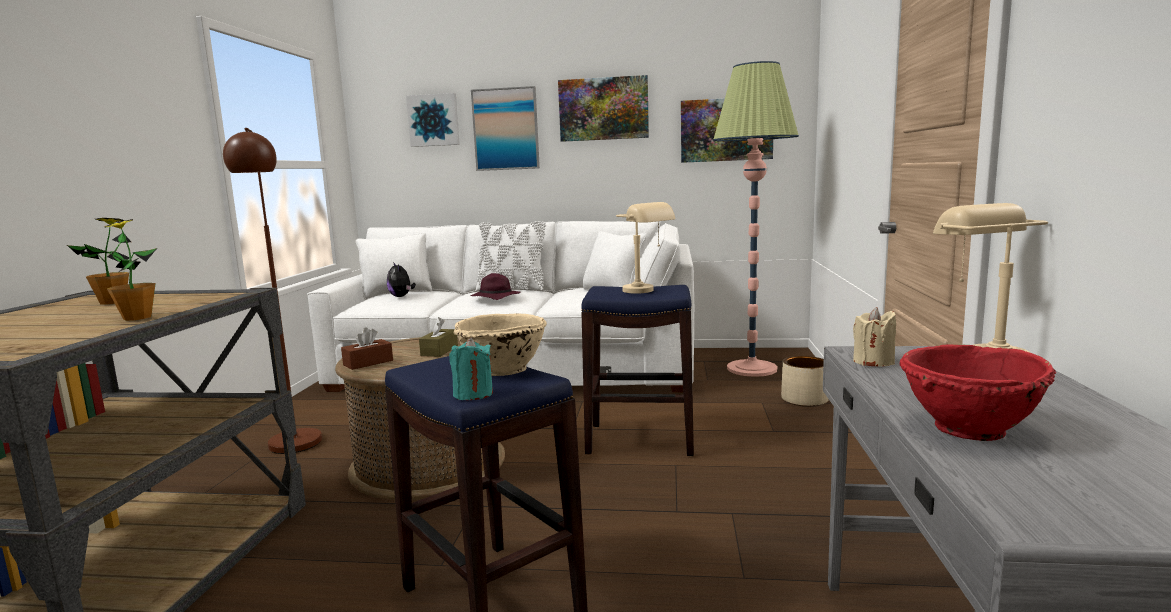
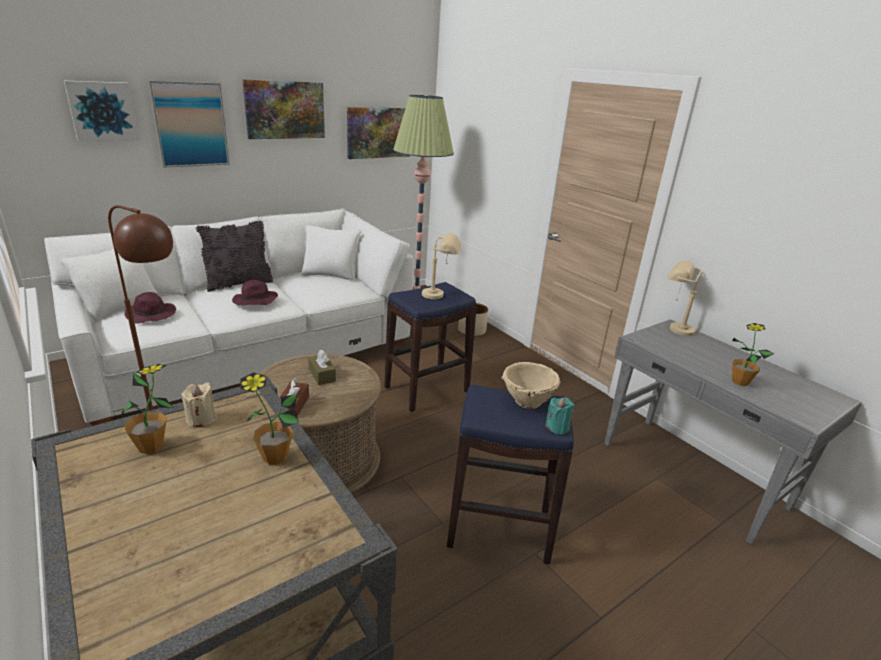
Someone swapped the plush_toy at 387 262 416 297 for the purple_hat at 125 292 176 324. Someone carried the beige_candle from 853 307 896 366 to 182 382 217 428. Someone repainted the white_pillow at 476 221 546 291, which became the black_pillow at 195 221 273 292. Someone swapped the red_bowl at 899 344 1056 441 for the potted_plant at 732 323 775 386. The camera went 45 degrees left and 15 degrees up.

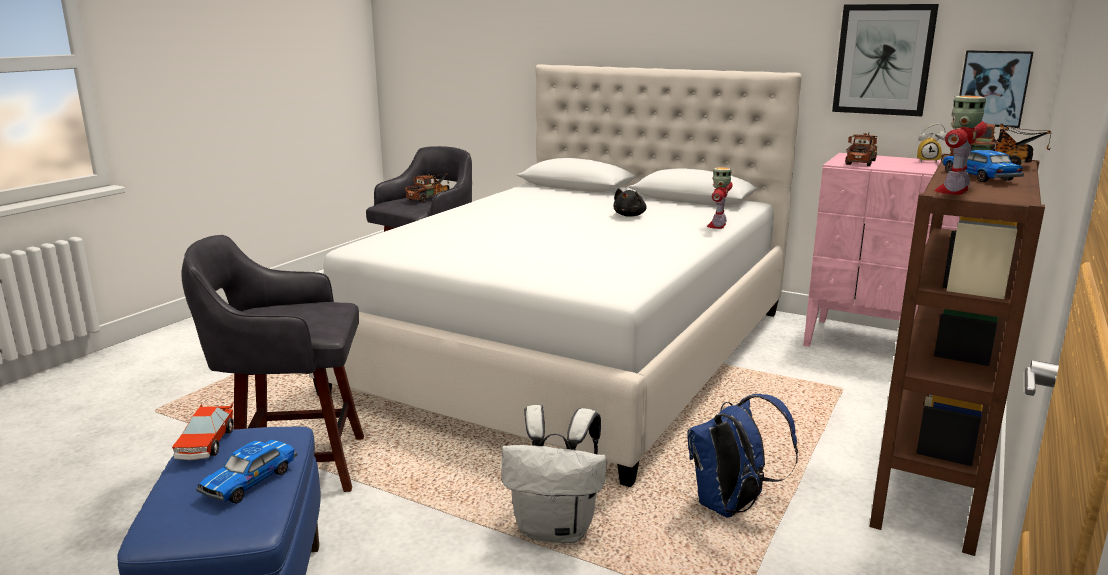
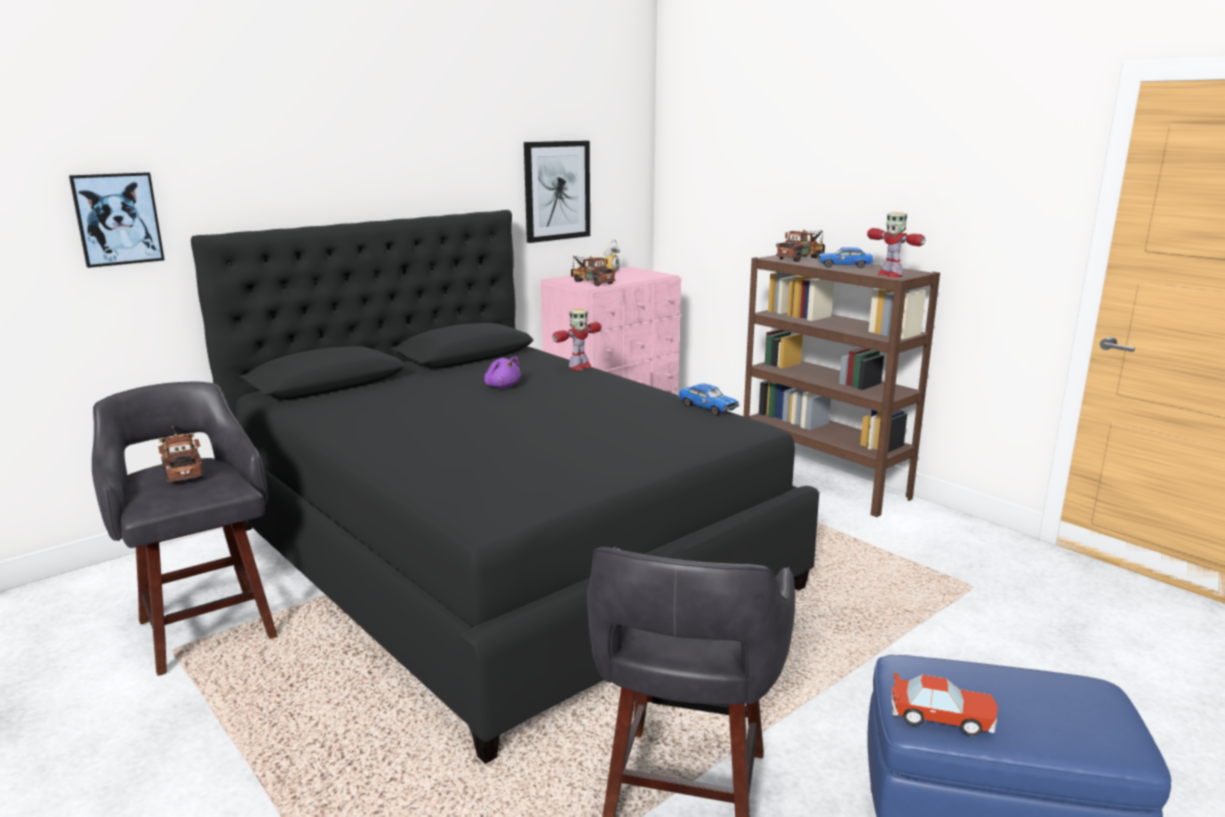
Someone carried the picture from 959 50 1034 128 to 69 172 164 268. Someone repainted the white_bed at 309 64 802 487, which became the black_bed at 191 210 819 764. Someone repainted the black_plush_toy at 613 189 647 217, which became the purple_plush_toy at 484 356 521 388. Someone rotated the toy_robot at 707 167 733 229 by 90 degrees counterclockwise. Someone carried the toy_car from 196 440 298 504 to 678 383 740 415. Someone took away the white_backpack at 501 405 607 543. Someone took away the blue_backpack at 688 394 798 518. The camera went 70 degrees left and 0 degrees up.

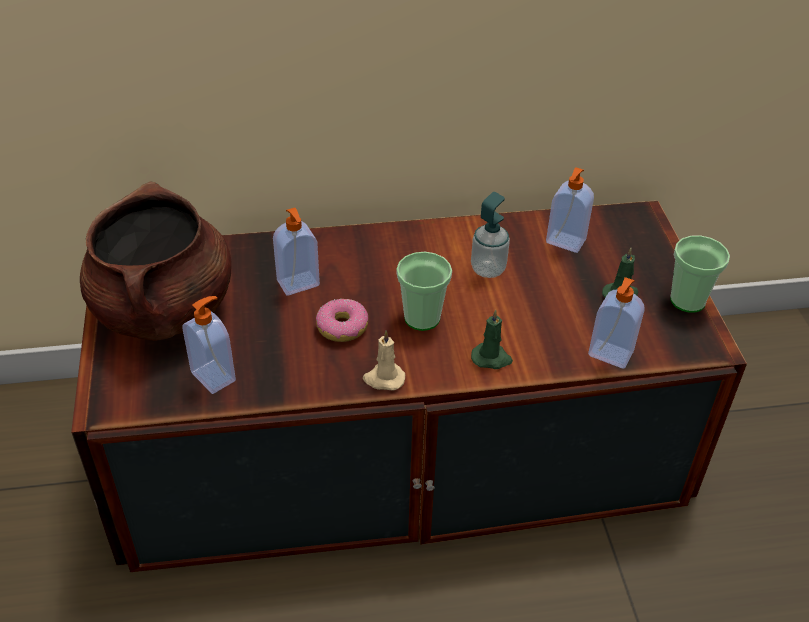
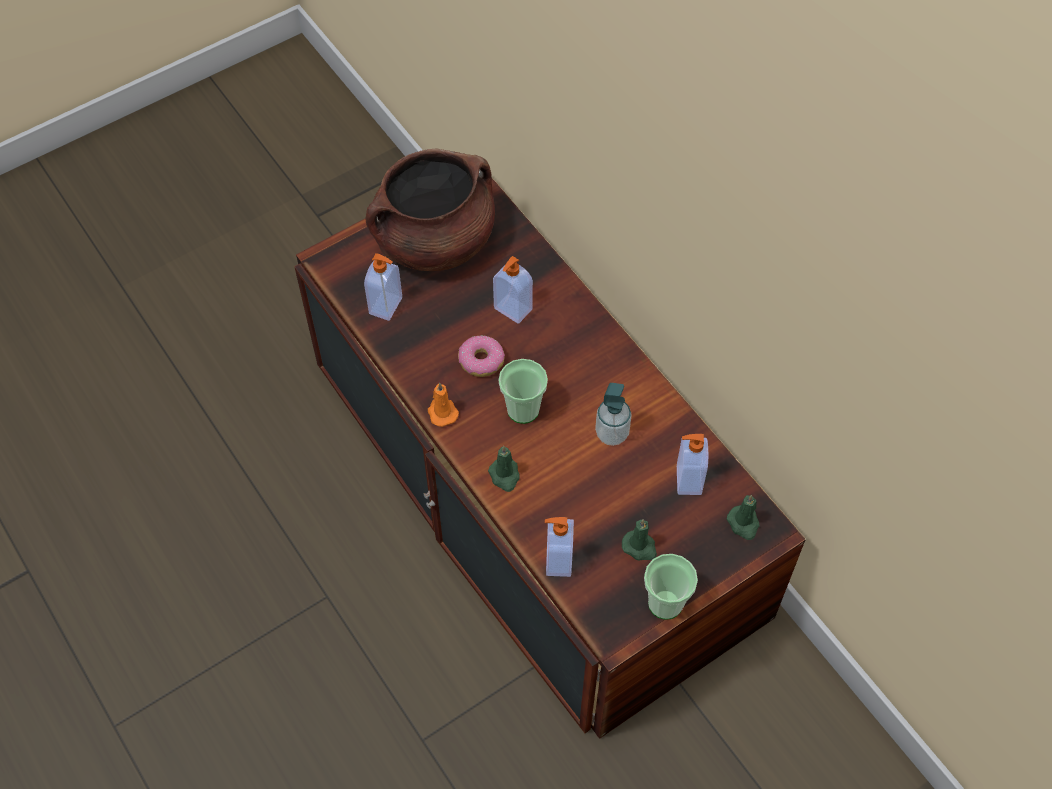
Someone repainted the beige_candle at 363 330 405 391, which became the orange_candle at 428 383 459 427. Someone put down the green_candle at 727 495 759 540. The camera went 65 degrees right and 15 degrees up.

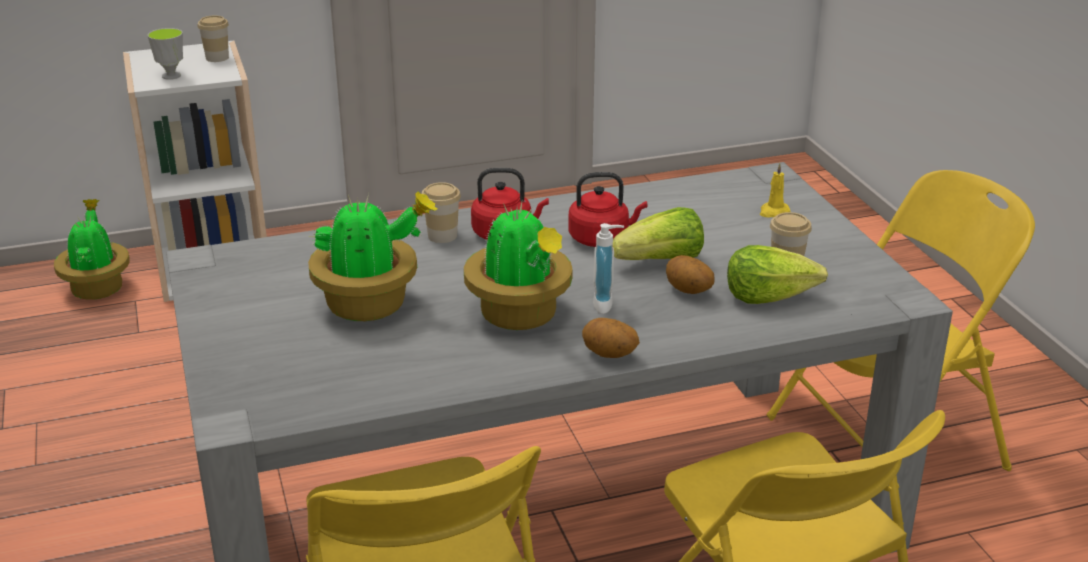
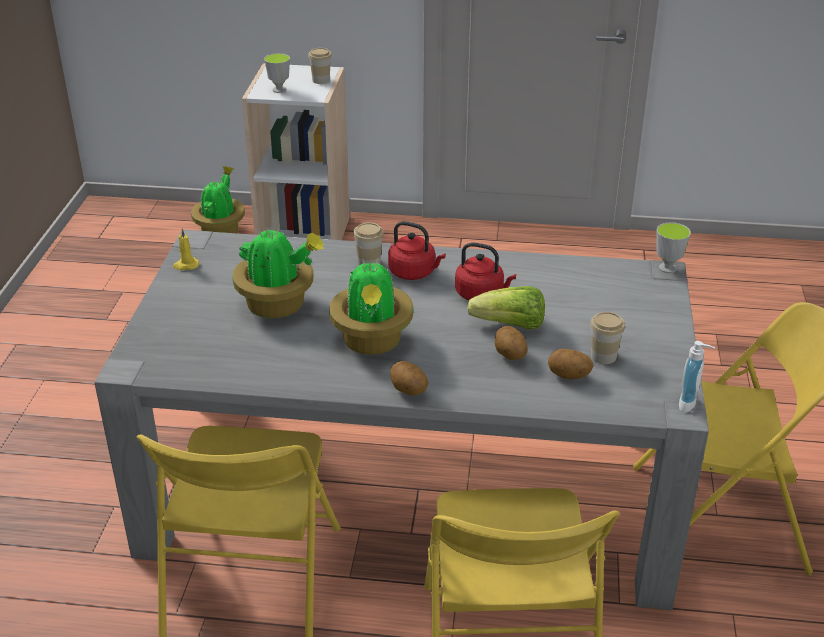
Someone carried the yellow_candle from 760 163 790 217 to 173 229 199 270. Someone swapped the lettuce at 727 245 828 304 for the potato at 548 349 593 379. Someone put down the cup at 656 222 691 273. Someone carried the soap_dispenser from 593 223 624 314 to 679 341 715 412. The camera went 25 degrees right and 5 degrees up.

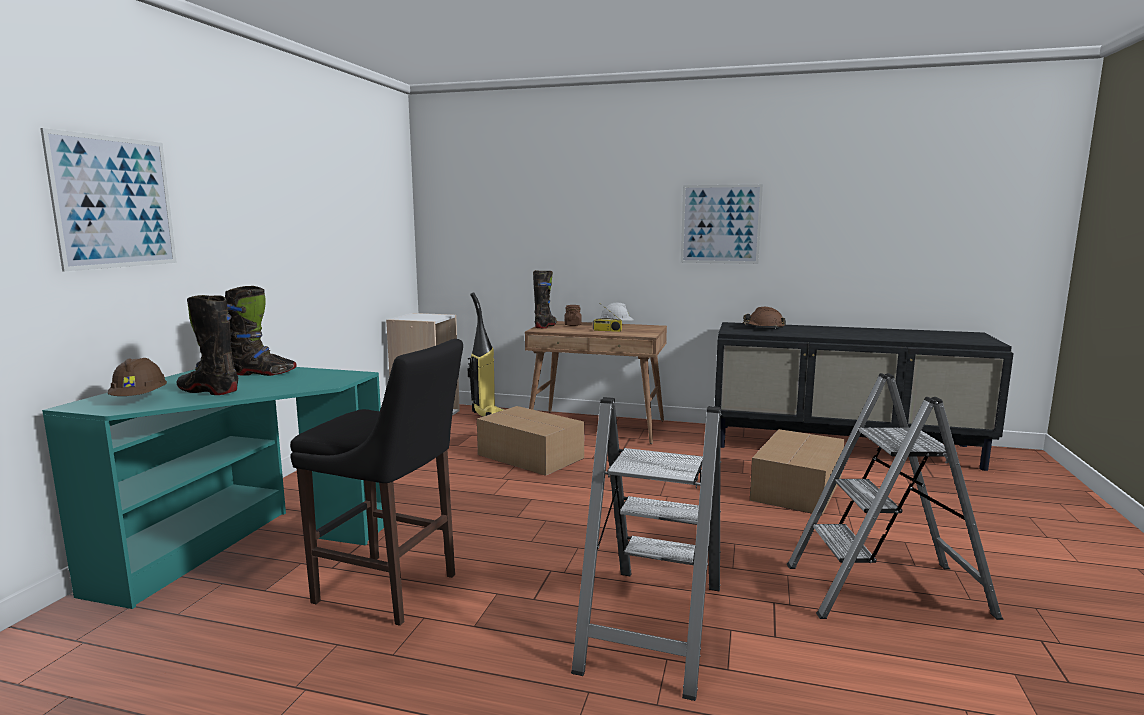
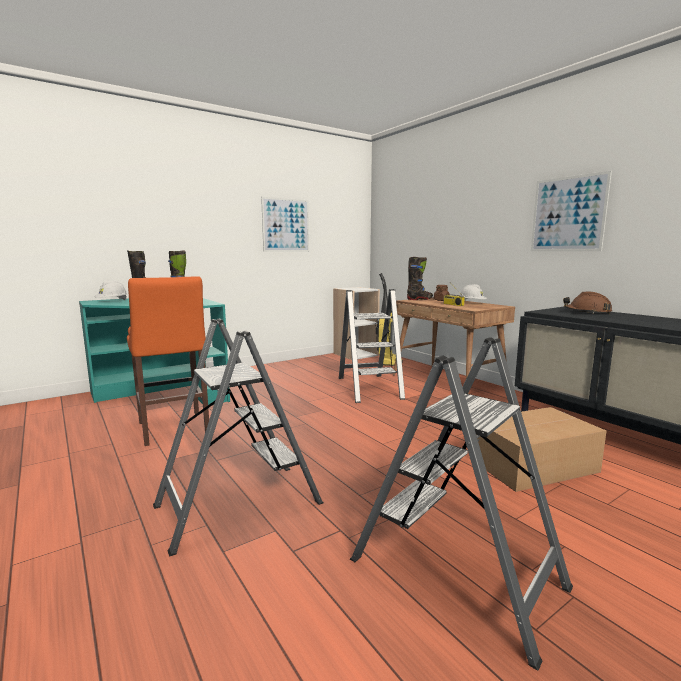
Someone repainted the brown_hard_hat at 108 358 167 396, which became the white_hard_hat at 94 281 127 300. Someone repainted the black_stool at 290 339 463 626, which became the orange_stool at 127 276 209 446. Someone carried the picture from 40 128 177 271 to 261 197 309 252. Someone swapped the cardboard_box at 477 406 584 476 for the grey_step_ladder at 339 289 405 403. The camera went 40 degrees right and 0 degrees up.

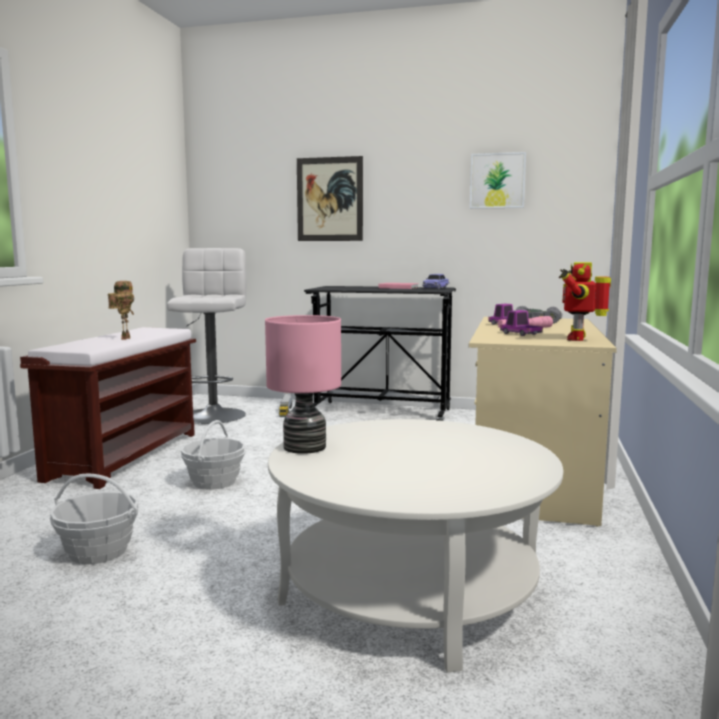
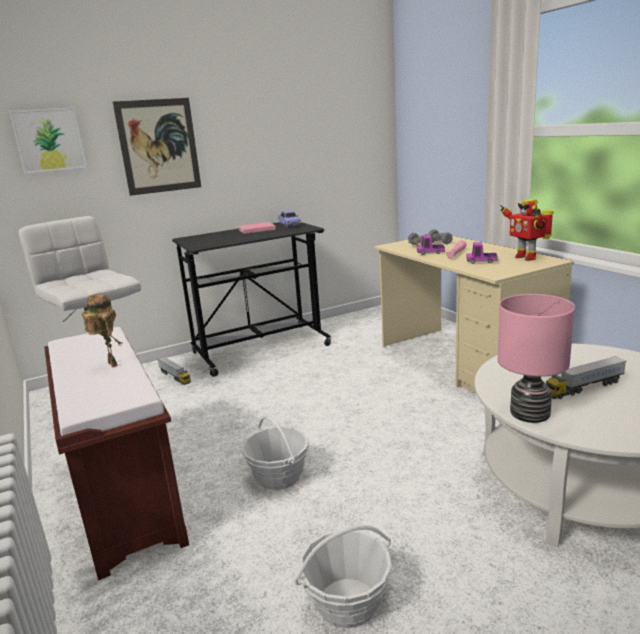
Someone carried the picture from 470 152 526 209 to 9 107 87 174. Someone put down the toy_truck at 546 356 626 399. The camera went 40 degrees left and 10 degrees up.

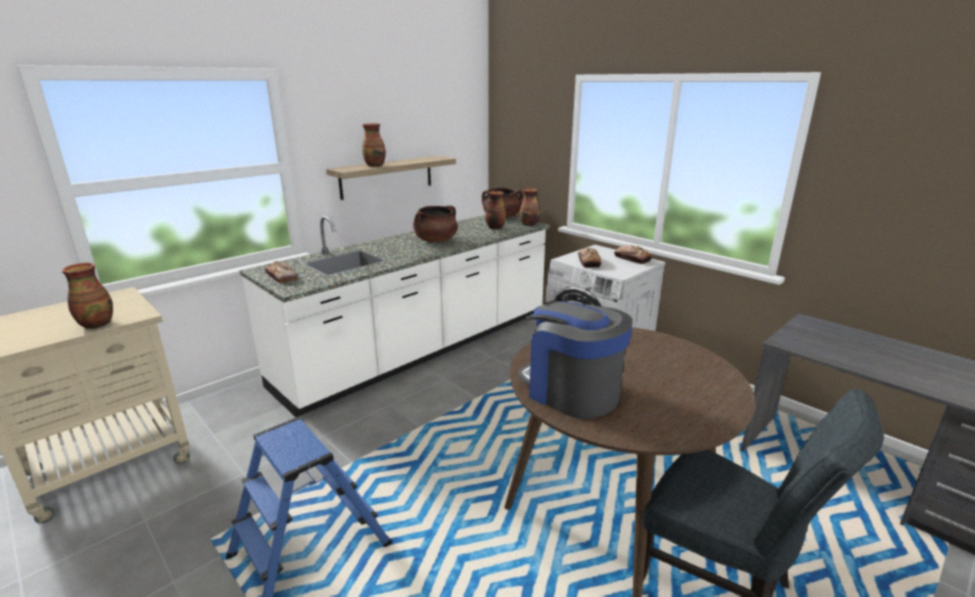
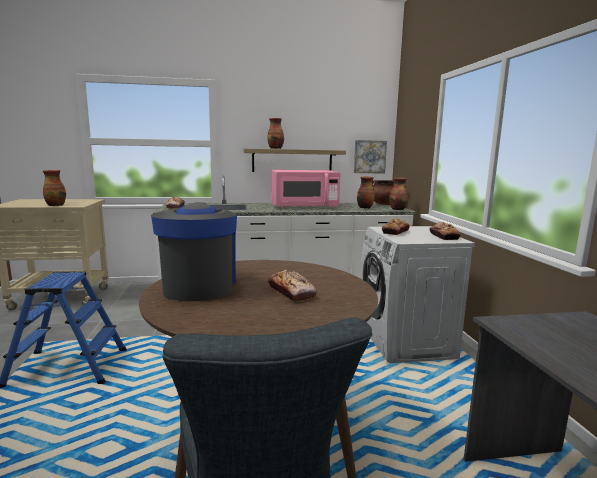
Someone put down the bread at 268 270 317 302. Someone swapped the brown_cooking_pot at 413 206 458 242 for the pink_microwave at 271 170 341 209. Someone put up the picture at 354 140 387 173. The camera went 35 degrees right and 10 degrees down.

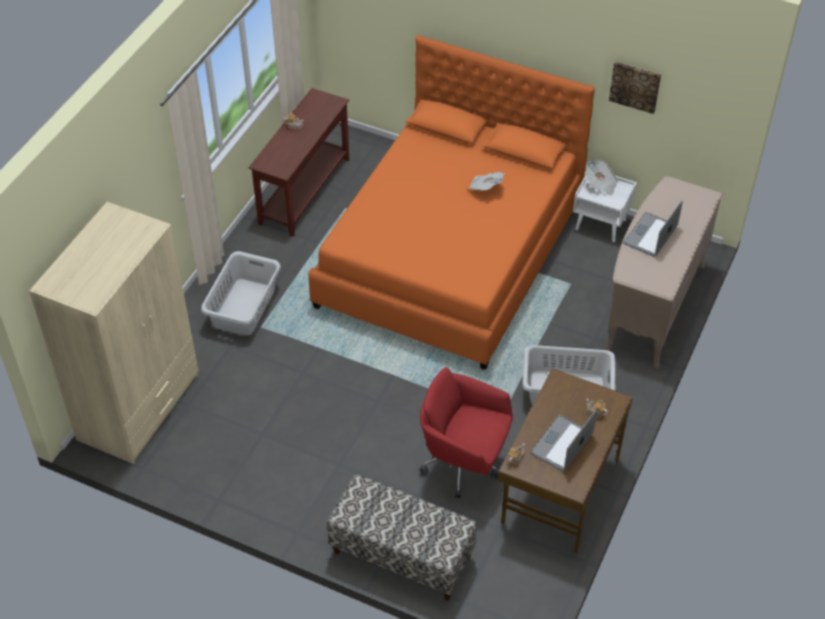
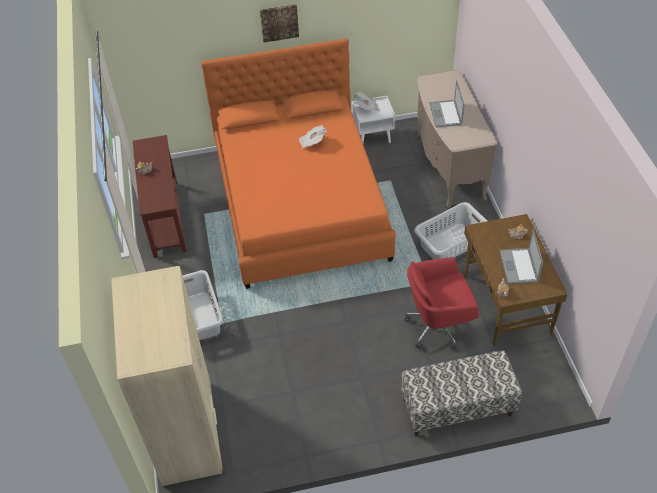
Someone carried the picture from 609 61 661 114 to 260 4 299 42. The camera went 35 degrees left and 0 degrees up.

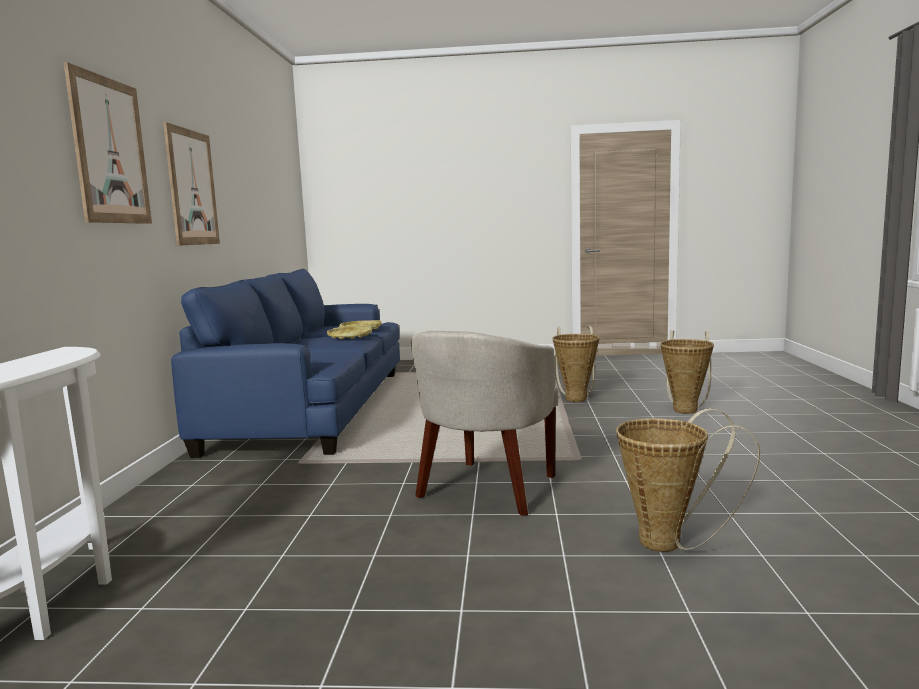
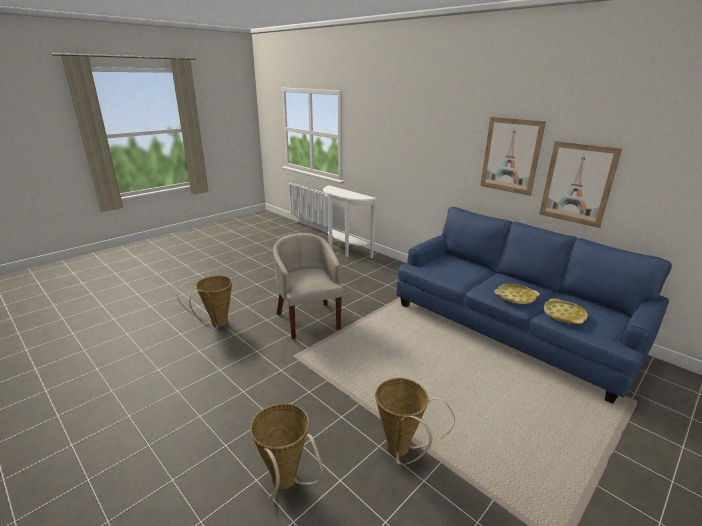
Someone carried the picture from 64 62 152 224 to 539 141 622 228. The camera went 130 degrees right and 15 degrees up.

